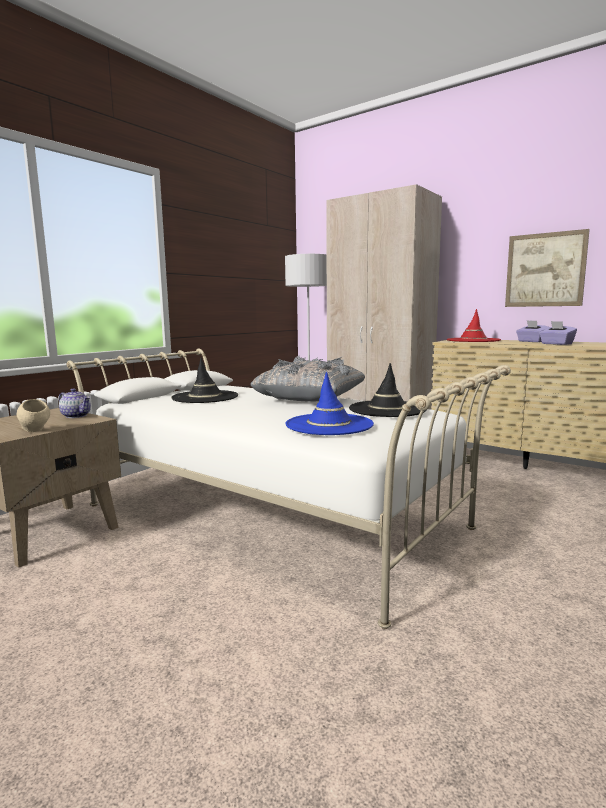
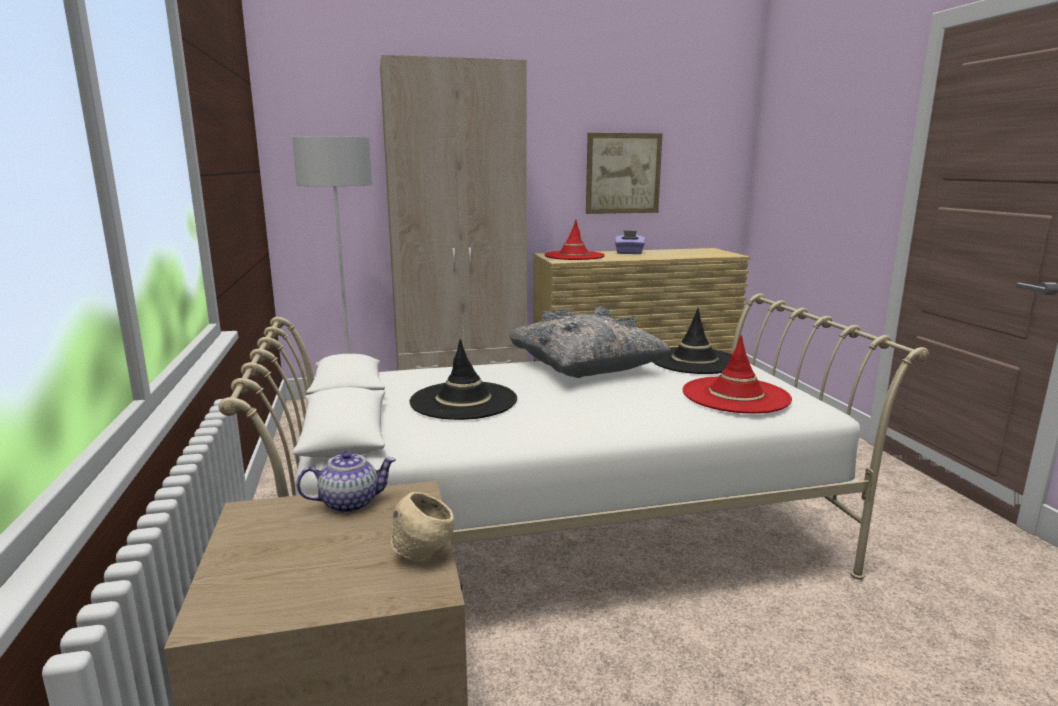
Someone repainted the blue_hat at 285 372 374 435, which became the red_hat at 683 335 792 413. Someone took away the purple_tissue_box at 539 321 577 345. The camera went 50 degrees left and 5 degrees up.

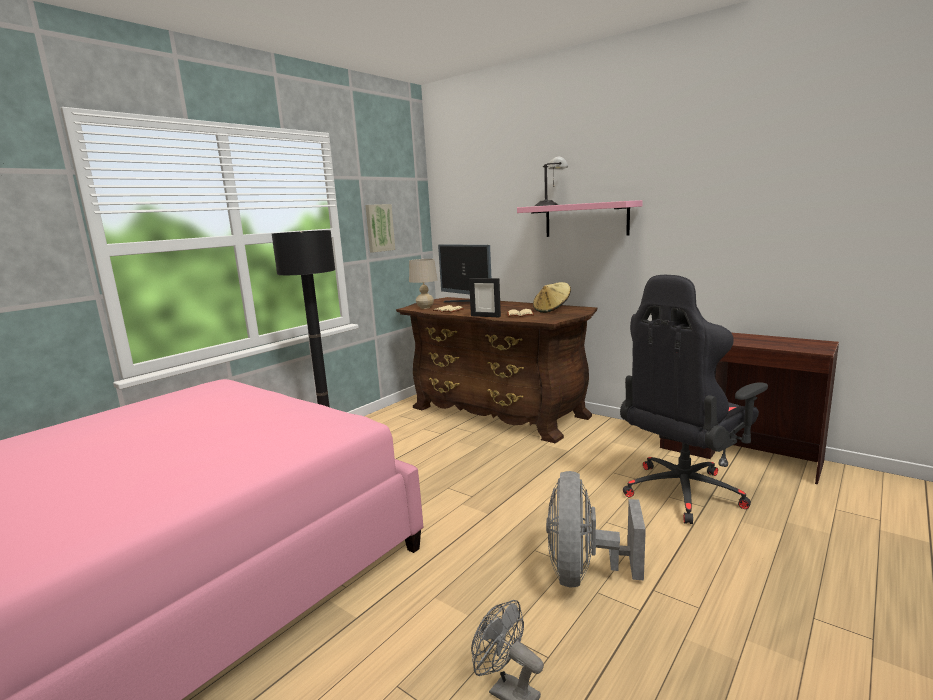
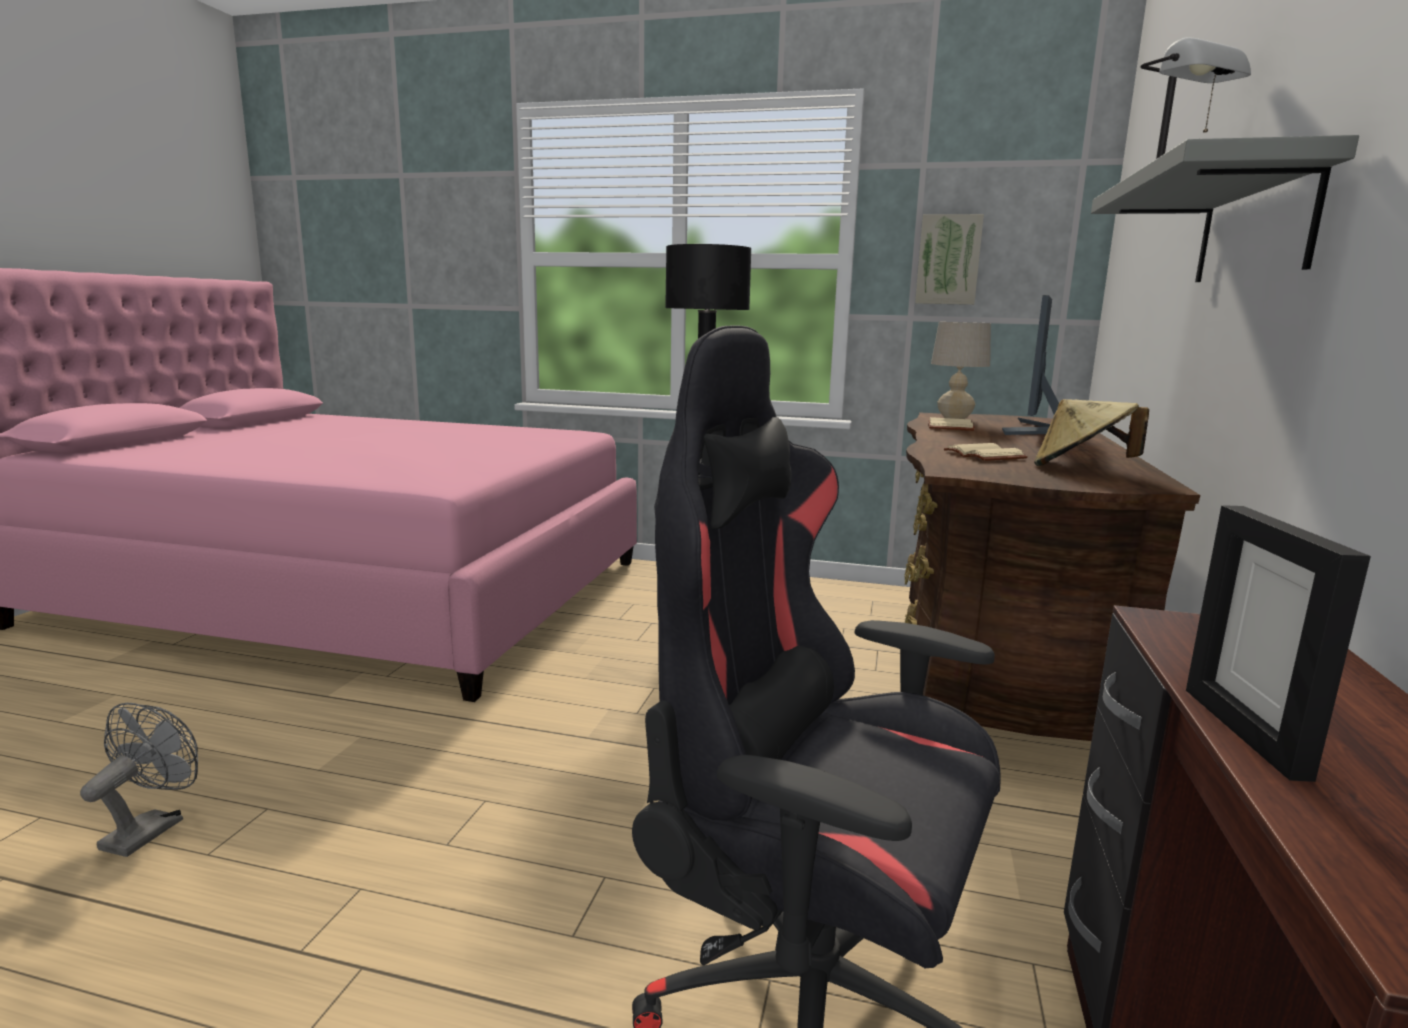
Someone repainted the pink_shelf at 517 200 643 237, which became the grey_shelf at 1091 135 1359 282. Someone carried the picture_frame from 469 278 501 317 to 1186 505 1371 782. Someone took away the grey_fan at 546 471 646 587. The camera went 65 degrees right and 0 degrees up.

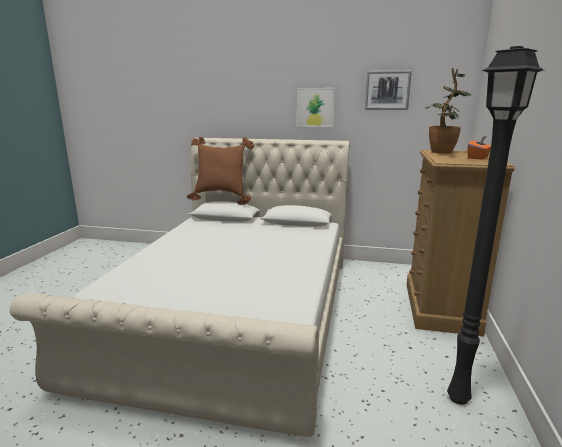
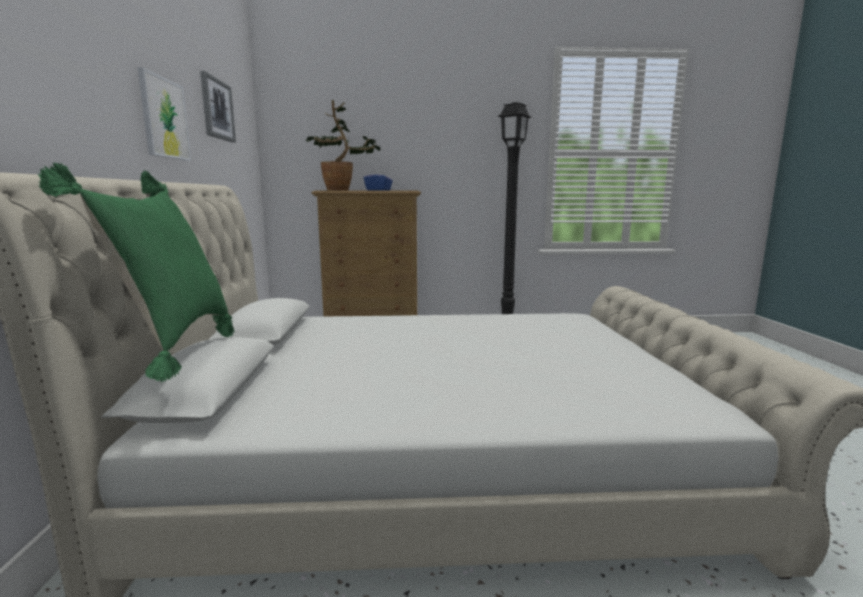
Someone repainted the brown_pillow at 187 137 254 206, which became the green_pillow at 37 163 235 383. Someone repainted the orange_tissue_box at 468 136 491 160, which became the blue_tissue_box at 364 170 393 191. The camera went 105 degrees left and 5 degrees down.

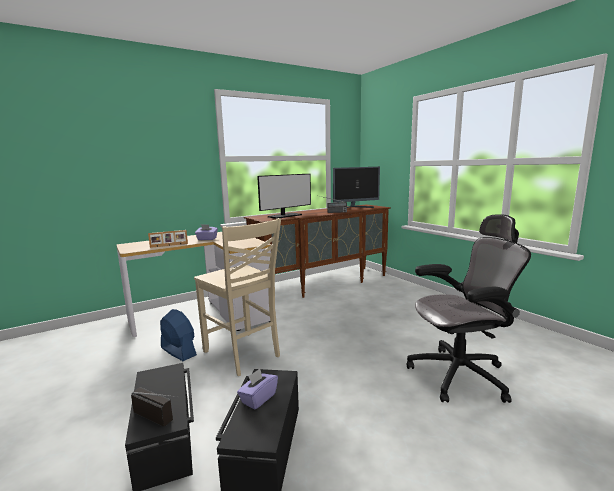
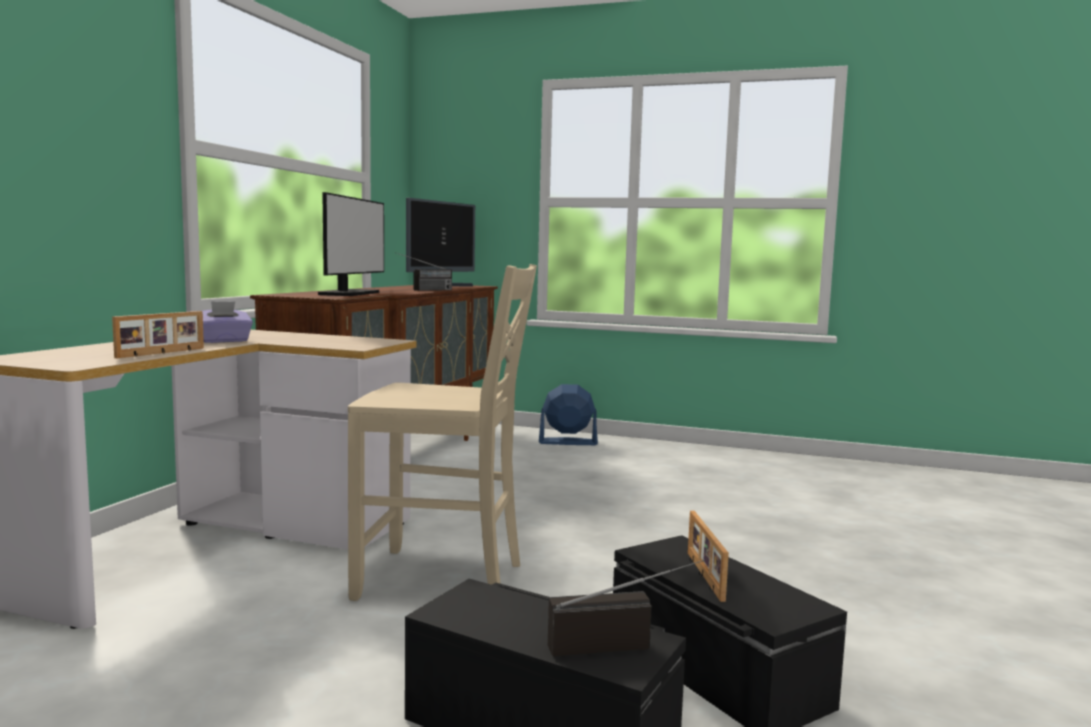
Someone carried the blue_fan from 160 309 197 361 to 539 384 598 445. Someone swapped the purple_tissue_box at 237 369 278 409 for the picture_frame at 688 511 729 602. Someone took away the office_chair at 407 214 531 403. The camera went 40 degrees left and 5 degrees down.

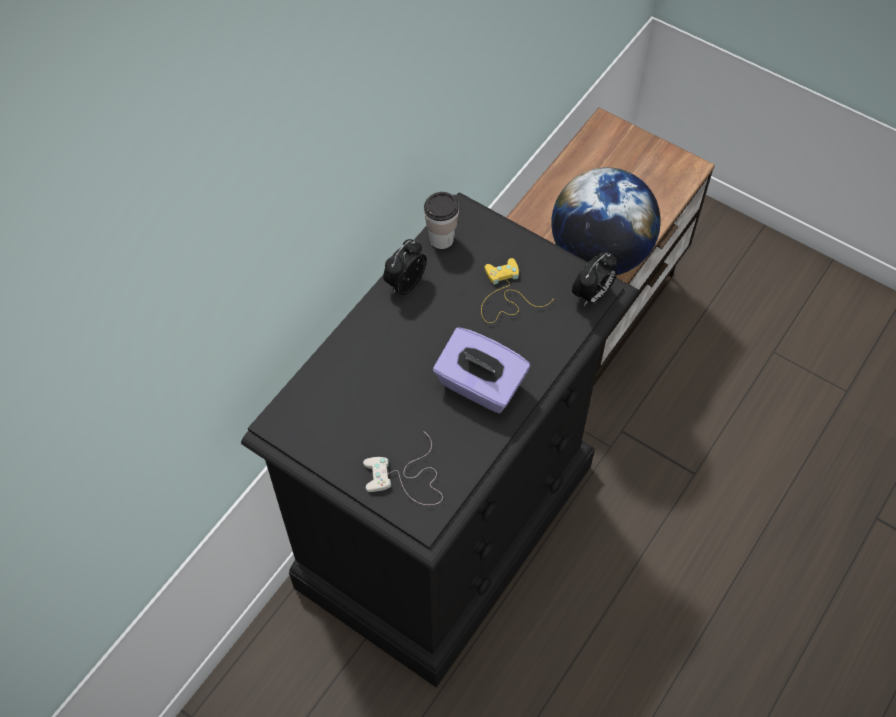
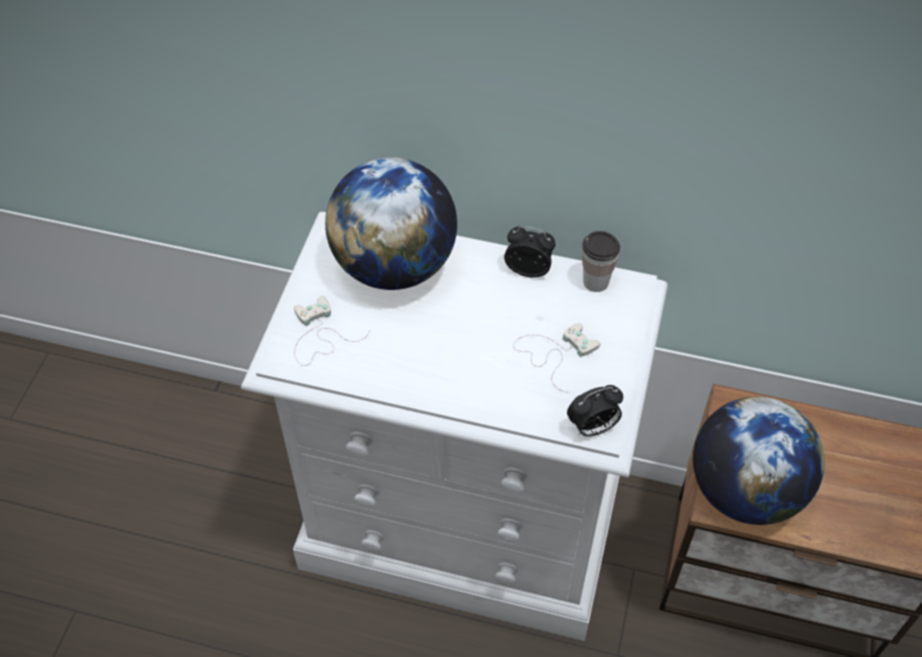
Someone repainted the black_dresser at 241 192 639 687, which became the white_dresser at 241 212 668 641. Someone put down the globe at 325 157 457 290. Someone repainted the yellow_game_controller at 481 258 554 323, which became the white_game_controller at 513 323 600 393. Someone rotated the alarm_clock at 572 252 617 306 by 45 degrees counterclockwise. Someone took away the purple_tissue_box at 433 327 530 413. The camera went 70 degrees right and 5 degrees down.

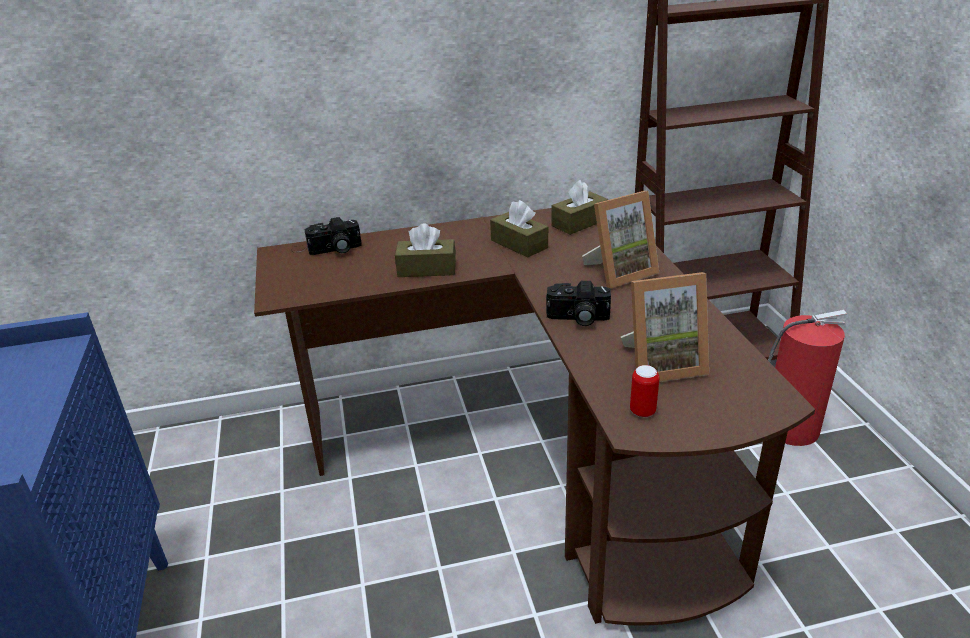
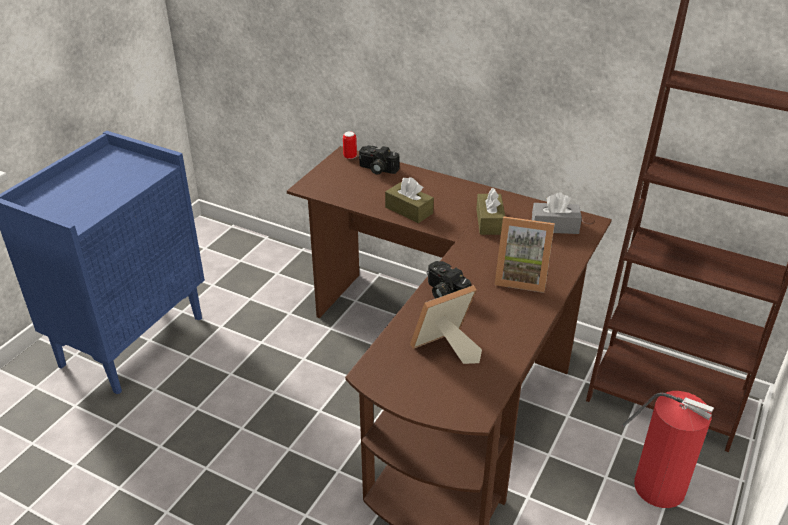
Someone carried the can from 630 365 659 417 to 343 131 357 159. Someone rotated the picture_frame at 621 272 709 382 by 120 degrees clockwise. Someone repainted the brown_tissue_box at 551 180 609 235, which became the grey_tissue_box at 532 192 582 234. The camera went 40 degrees right and 5 degrees up.

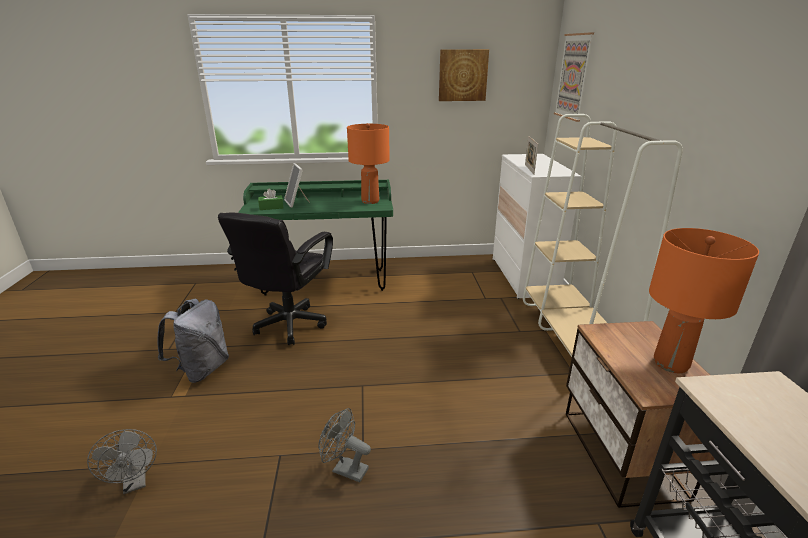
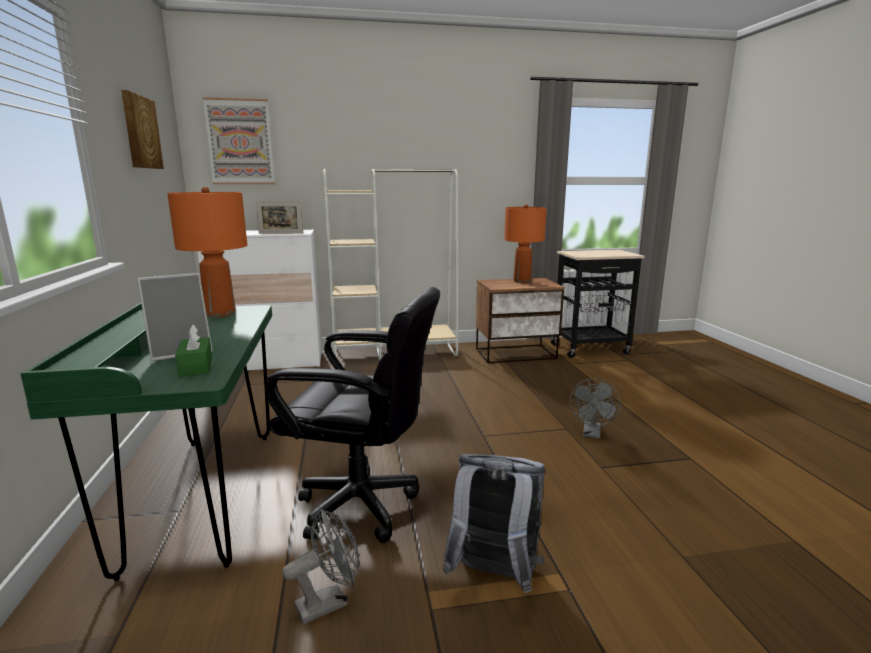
Someone carried the grey_fan from 87 429 157 494 to 282 509 360 625. The camera went 95 degrees left and 10 degrees down.

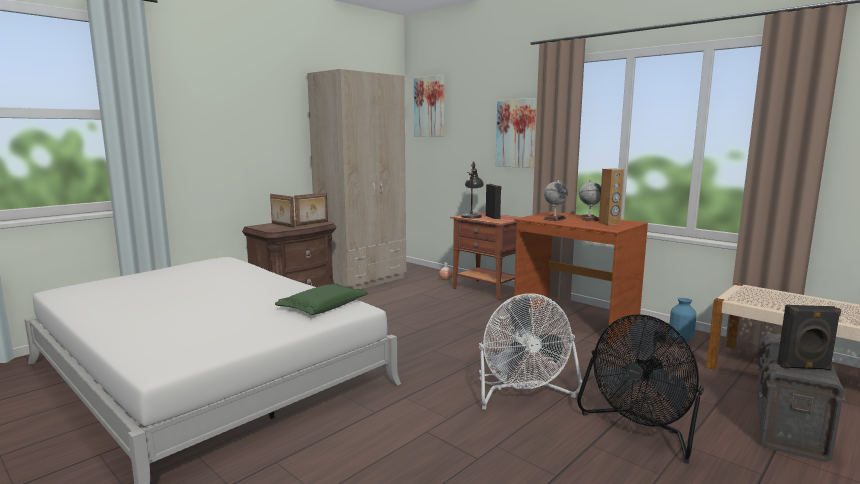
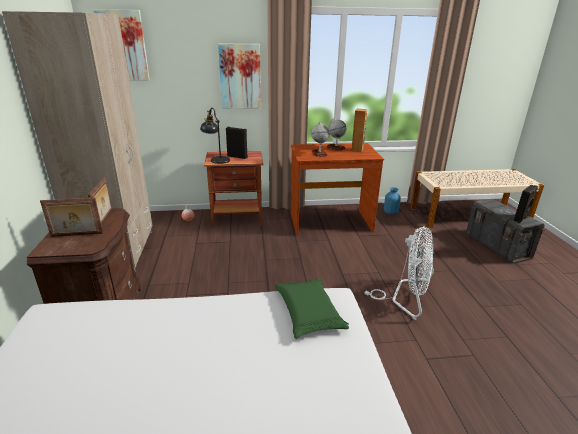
Someone took away the black_fan at 577 314 704 464. The camera went 50 degrees left and 15 degrees up.

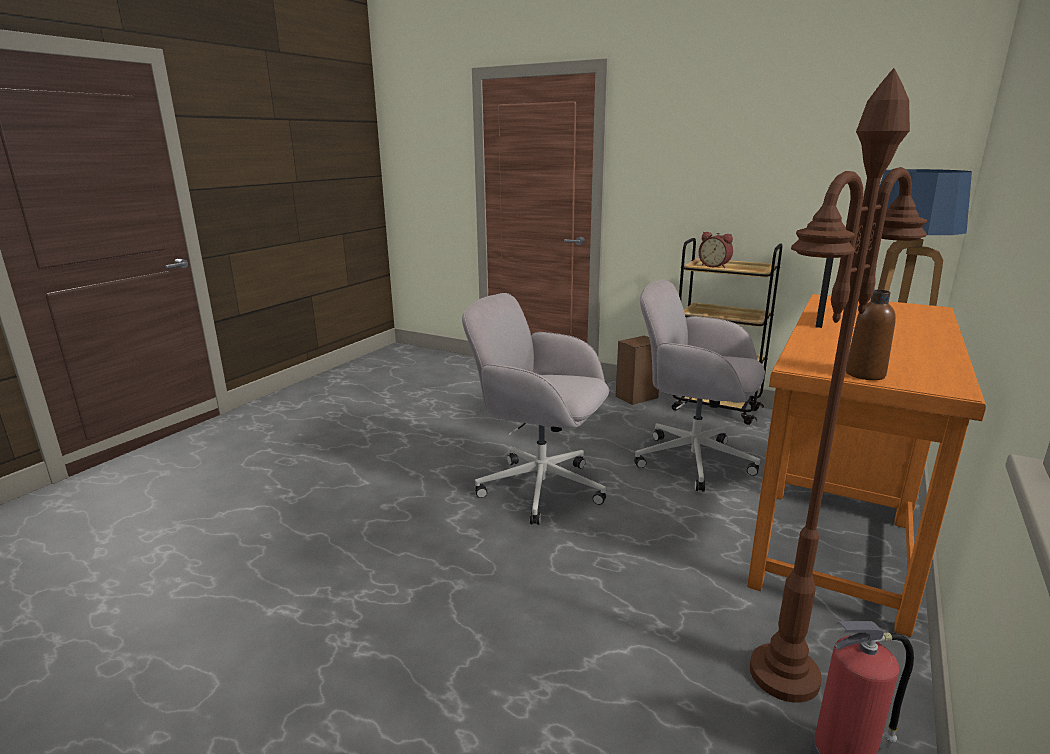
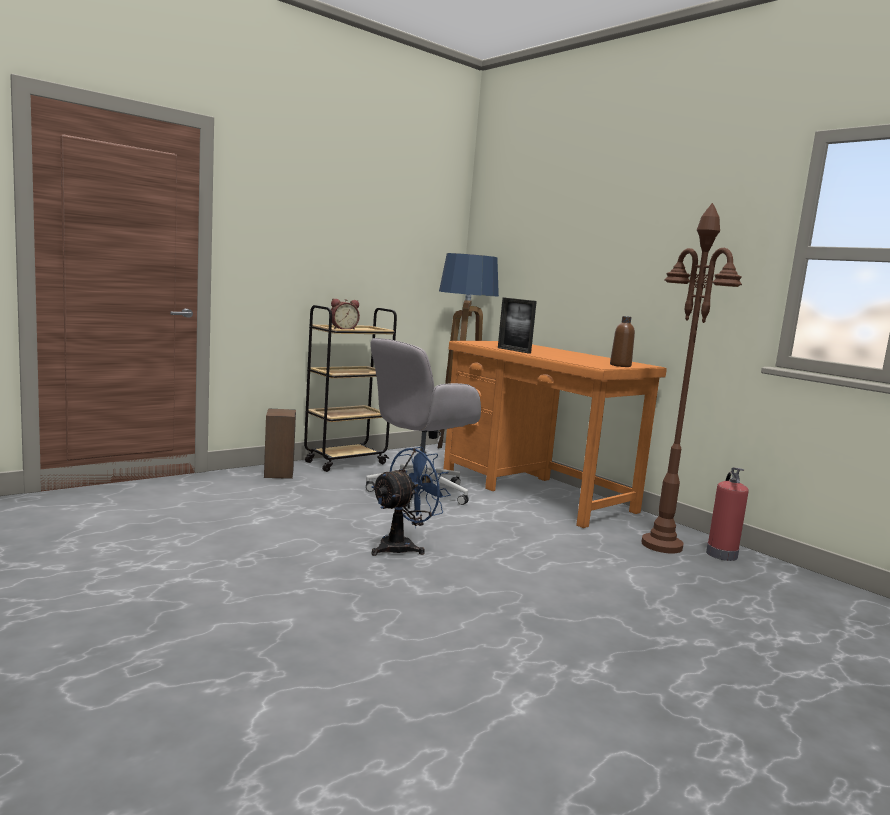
Someone swapped the grey_office_chair at 462 293 609 525 for the blue_fan at 371 447 451 556. The camera went 70 degrees left and 10 degrees down.

